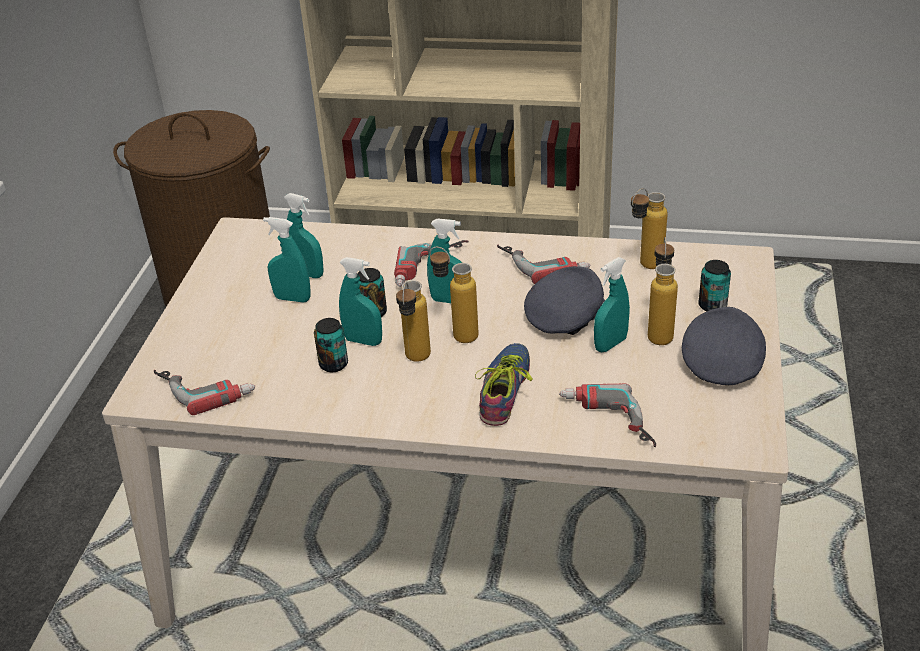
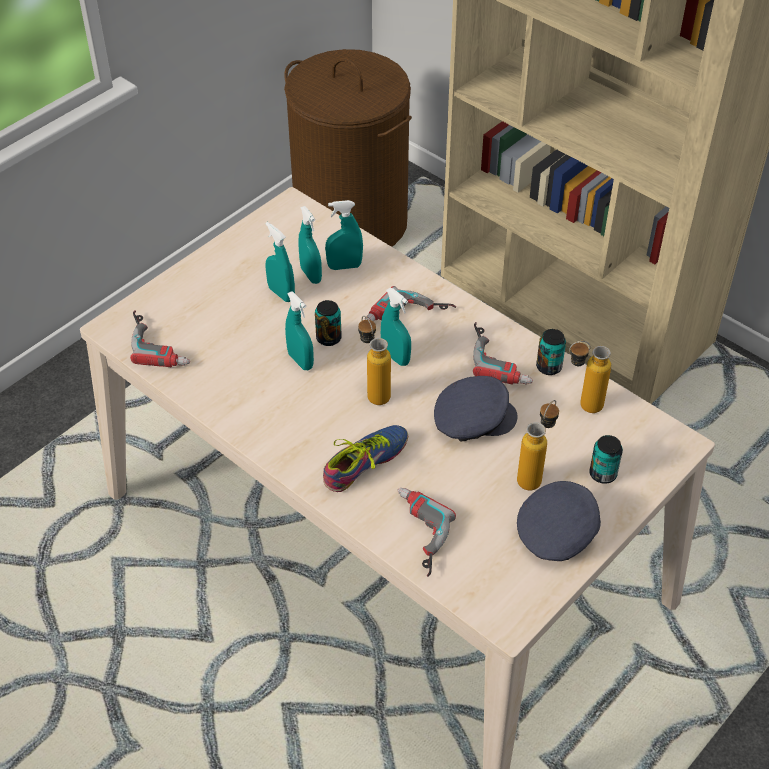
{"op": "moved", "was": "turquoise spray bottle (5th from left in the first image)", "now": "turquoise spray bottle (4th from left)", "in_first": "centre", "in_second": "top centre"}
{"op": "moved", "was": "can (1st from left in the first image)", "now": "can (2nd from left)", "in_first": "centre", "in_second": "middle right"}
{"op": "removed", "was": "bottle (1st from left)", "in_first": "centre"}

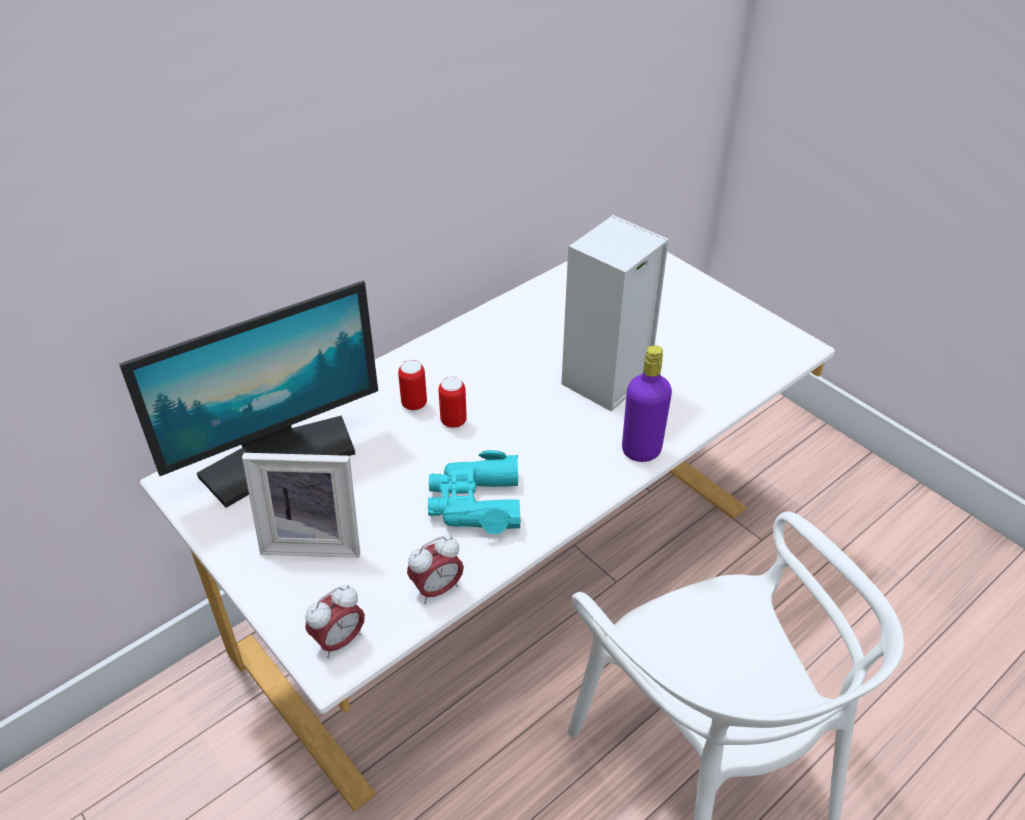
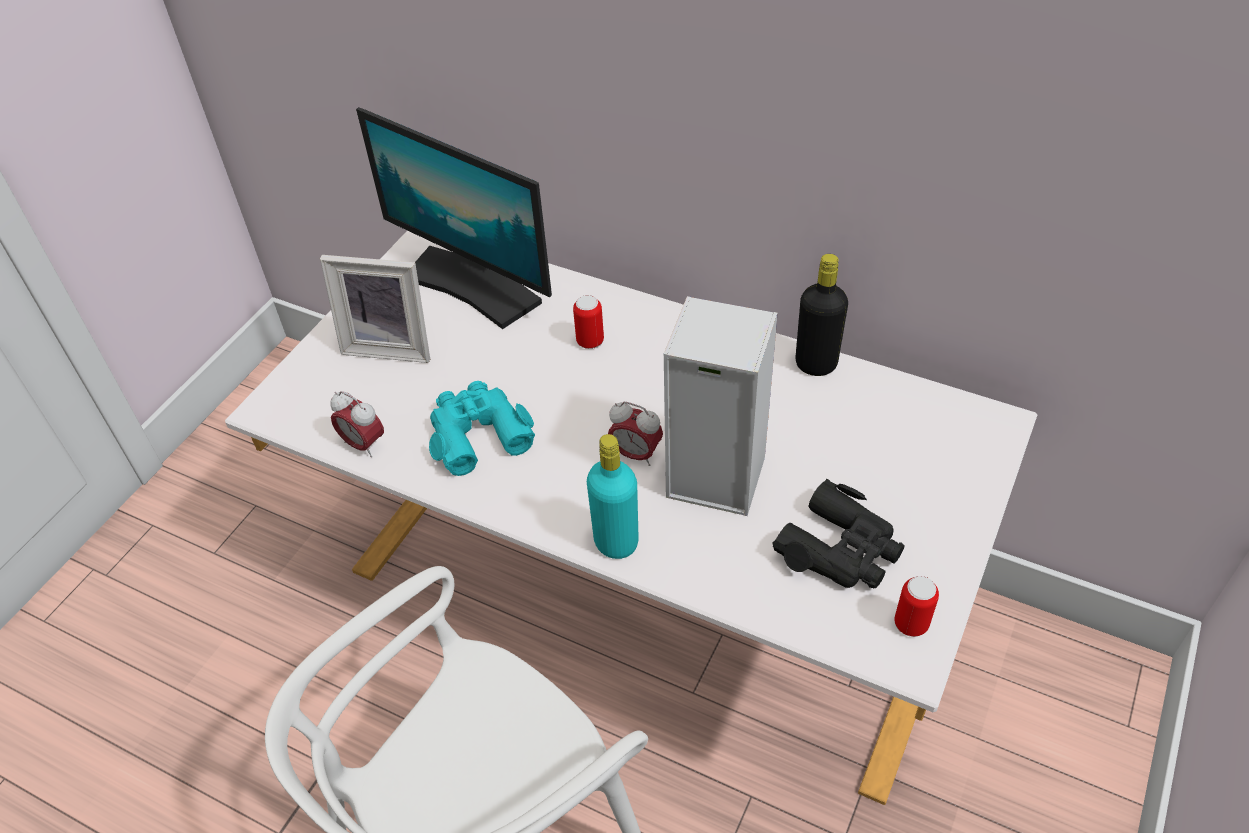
{"op": "turned", "was": "picture frame", "in_first": "middle left", "in_second": "middle left", "clockwise": -60}
{"op": "recoloured", "was": "purple bottle", "now": "turquoise bottle", "in_first": "centre", "in_second": "centre"}
{"op": "moved", "was": "alarm clock (1st from left in the first image)", "now": "alarm clock (2nd from left)", "in_first": "bottom left", "in_second": "centre"}
{"op": "added", "now": "black binoculars", "in_second": "middle right"}
{"op": "added", "now": "black bottle", "in_second": "centre"}
{"op": "moved", "was": "can (2nd from left)", "in_first": "centre", "in_second": "bottom right"}

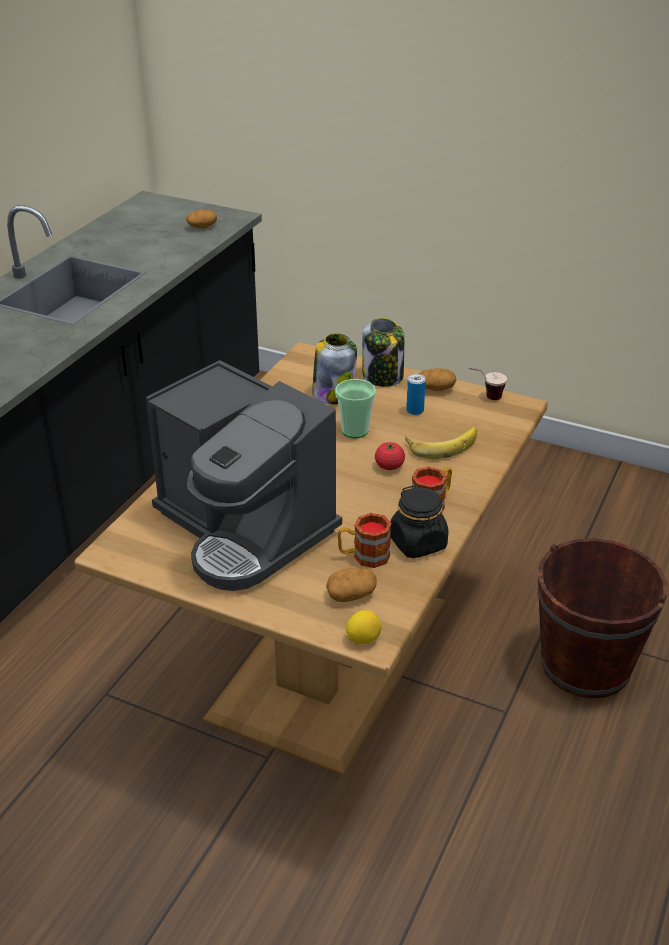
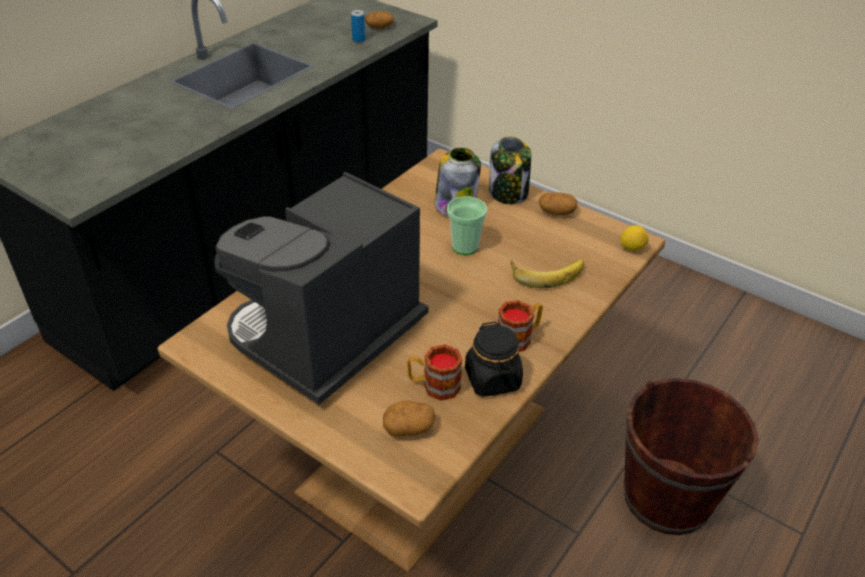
{"op": "turned", "was": "coffee machine", "in_first": "centre", "in_second": "centre", "clockwise": 75}
{"op": "moved", "was": "can", "in_first": "centre", "in_second": "top centre"}
{"op": "moved", "was": "lemon", "in_first": "centre", "in_second": "middle right"}
{"op": "removed", "was": "tomato", "in_first": "centre"}
{"op": "removed", "was": "cup (2nd from left)", "in_first": "middle right"}

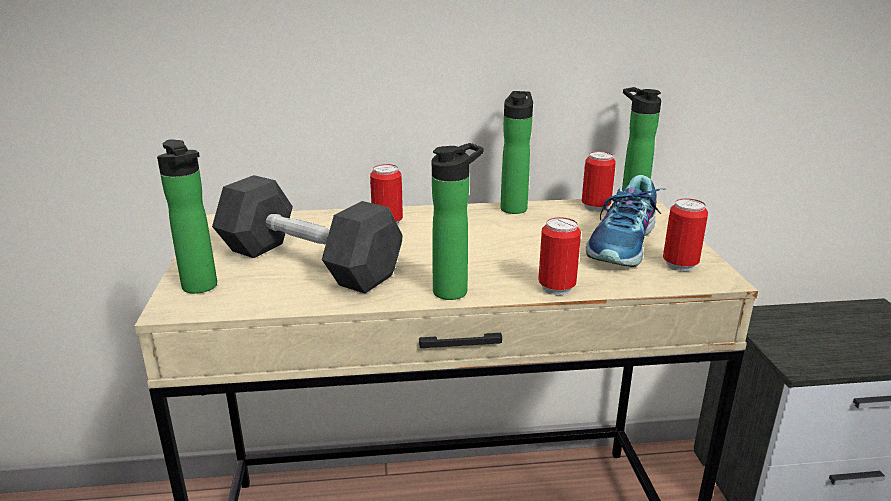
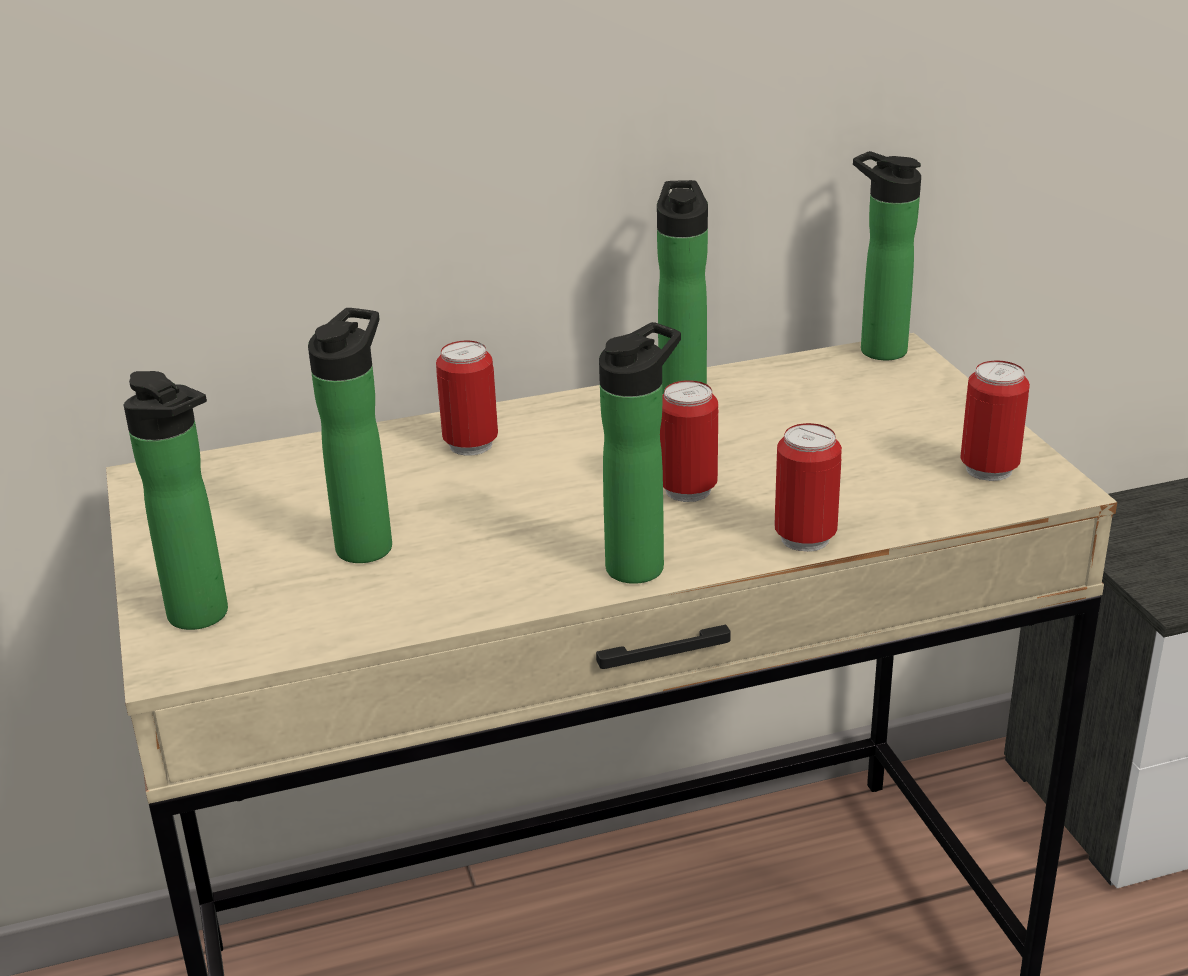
{"op": "replaced", "was": "black dumbbell", "now": "bottle (2nd from left)", "in_first": "centre", "in_second": "middle left"}
{"op": "moved", "was": "can (3rd from left in the first image)", "now": "can (2nd from left)", "in_first": "middle right", "in_second": "centre"}
{"op": "removed", "was": "shoe", "in_first": "middle right"}

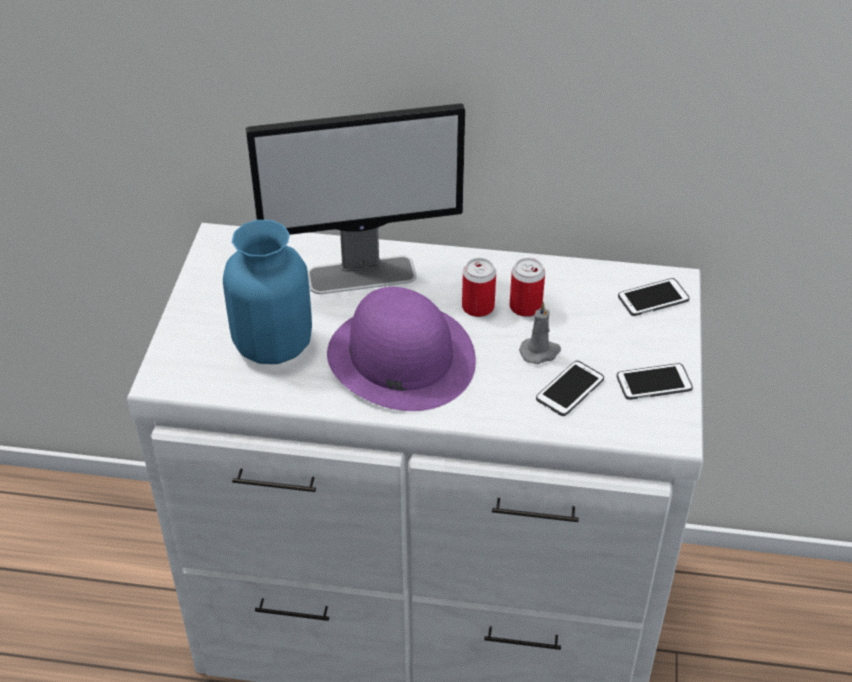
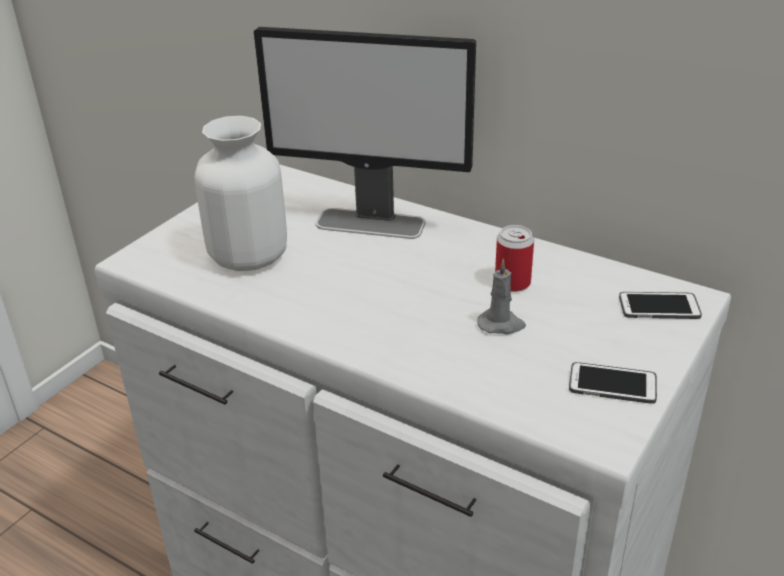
{"op": "recoloured", "was": "blue vase", "now": "white vase", "in_first": "middle left", "in_second": "middle left"}
{"op": "removed", "was": "purple hat", "in_first": "centre"}
{"op": "removed", "was": "can (1st from left)", "in_first": "centre"}
{"op": "removed", "was": "phone (1st from left)", "in_first": "middle right"}

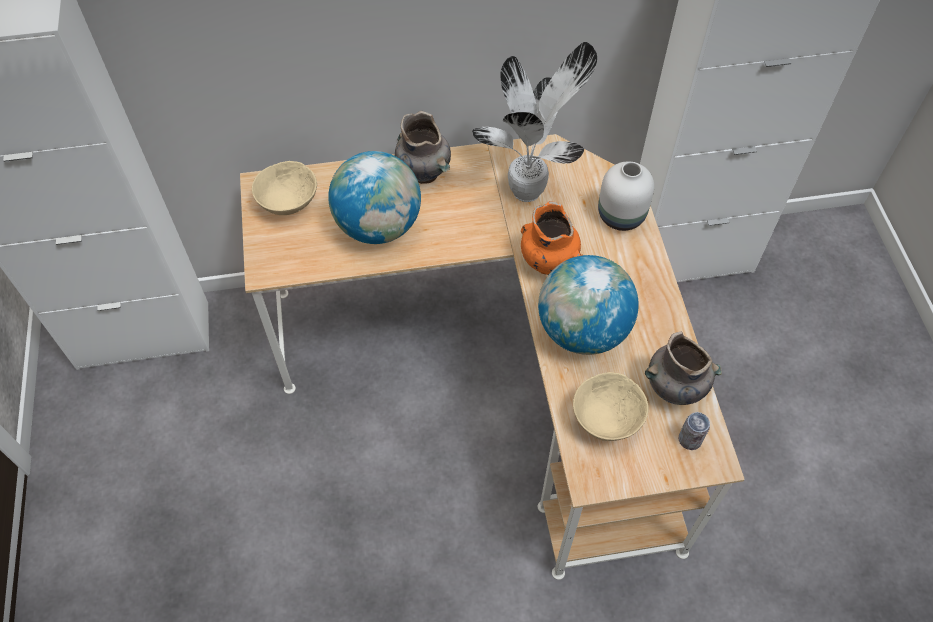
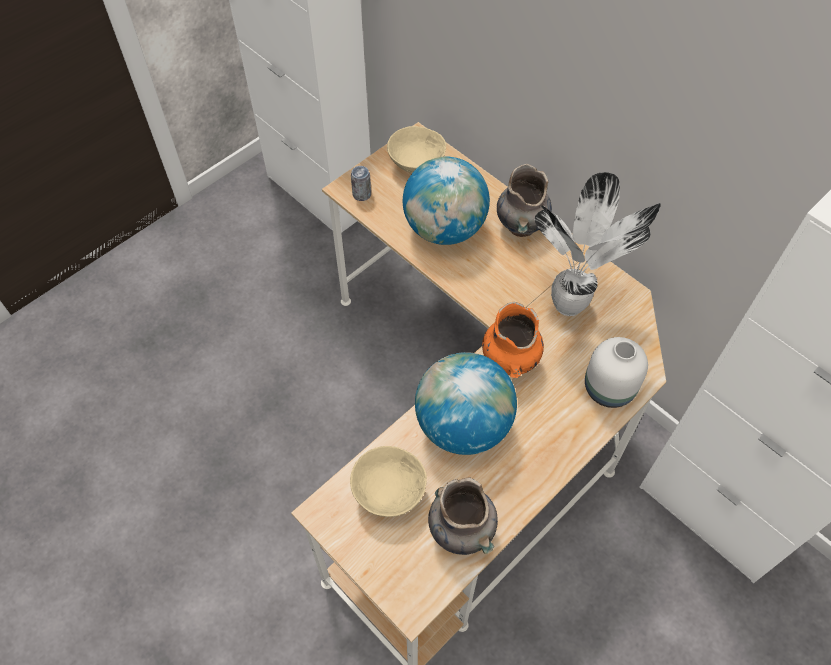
{"op": "moved", "was": "can", "in_first": "bottom right", "in_second": "top centre"}

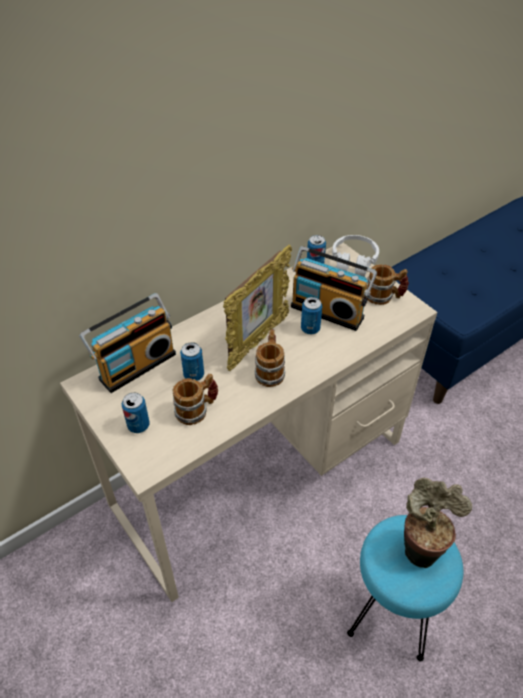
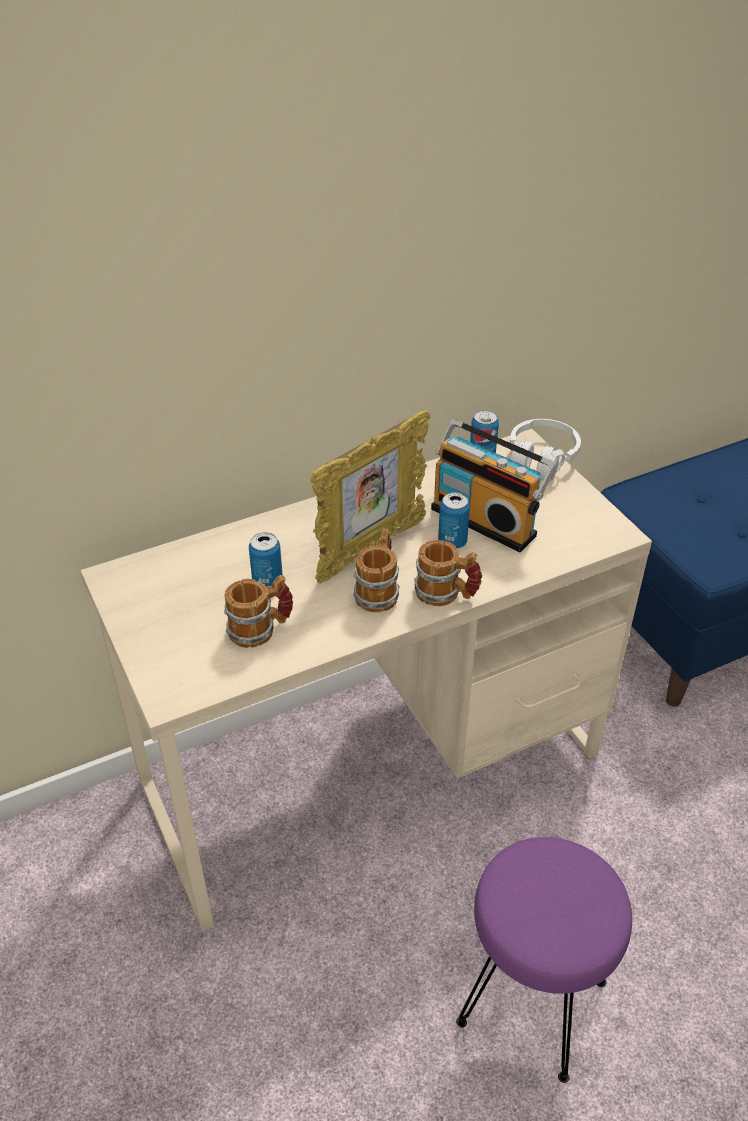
{"op": "moved", "was": "mug (3rd from left)", "in_first": "middle right", "in_second": "centre"}
{"op": "recoloured", "was": "turquoise stool", "now": "purple stool", "in_first": "bottom right", "in_second": "bottom right"}
{"op": "removed", "was": "radio (1st from left)", "in_first": "middle left"}
{"op": "removed", "was": "can (1st from left)", "in_first": "middle left"}
{"op": "removed", "was": "potted plant", "in_first": "bottom right"}

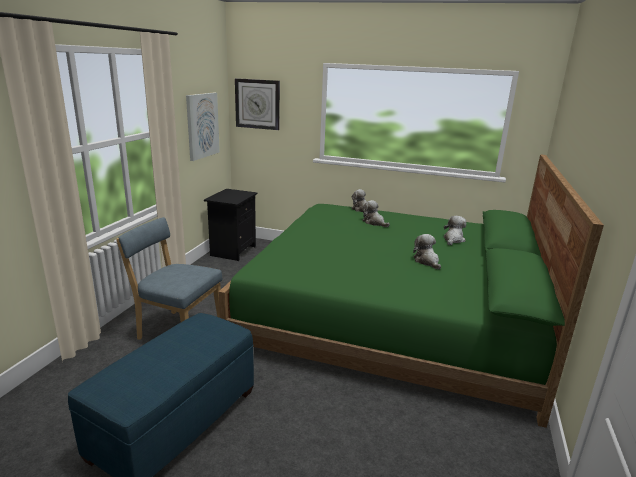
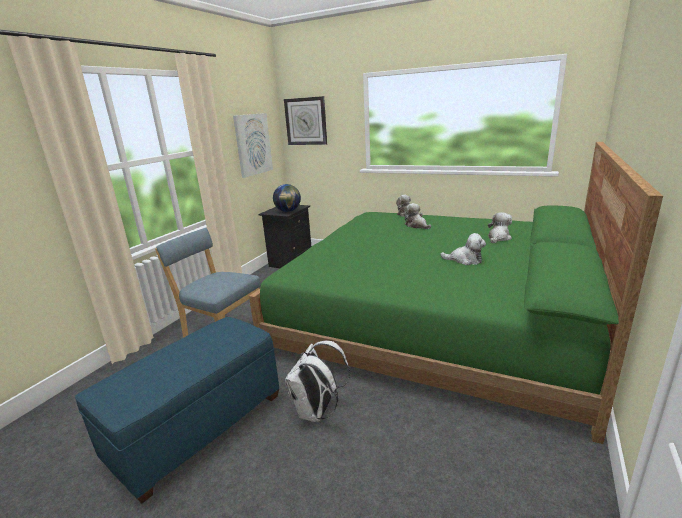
{"op": "added", "now": "globe", "in_second": "centre"}
{"op": "added", "now": "white backpack", "in_second": "bottom centre"}
{"op": "turned", "was": "plush toy (3rd from left)", "in_first": "middle right", "in_second": "middle right", "clockwise": 120}

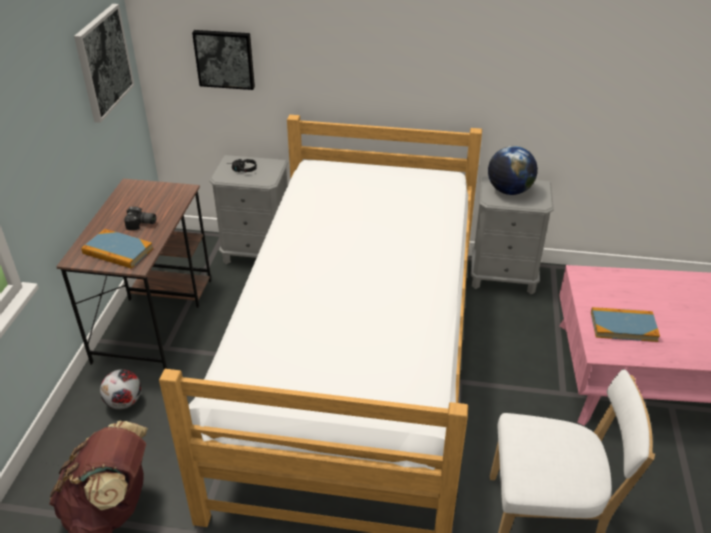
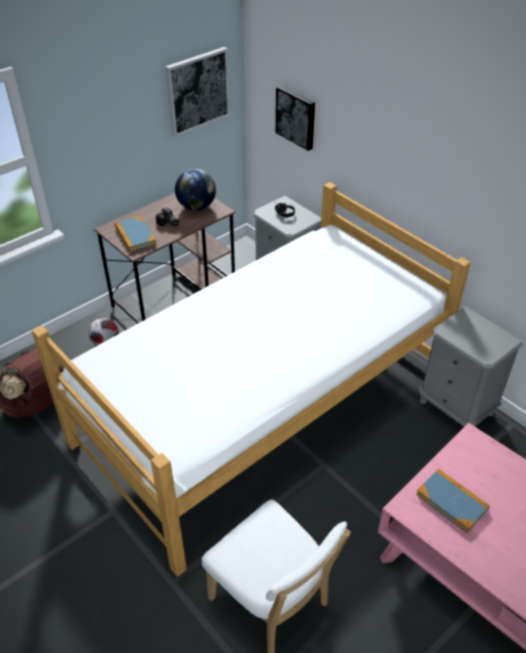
{"op": "moved", "was": "globe", "in_first": "top right", "in_second": "top centre"}

